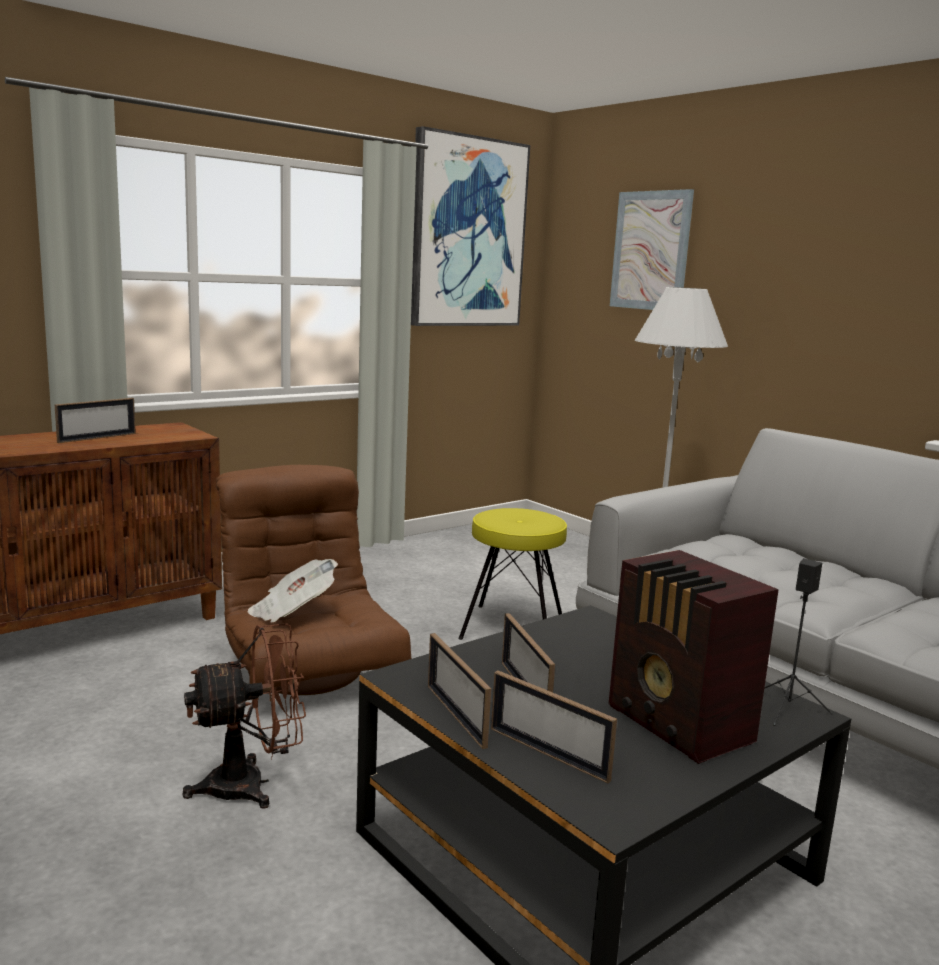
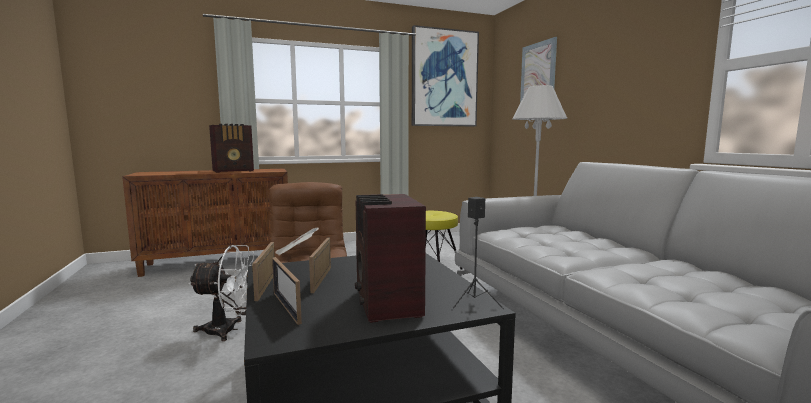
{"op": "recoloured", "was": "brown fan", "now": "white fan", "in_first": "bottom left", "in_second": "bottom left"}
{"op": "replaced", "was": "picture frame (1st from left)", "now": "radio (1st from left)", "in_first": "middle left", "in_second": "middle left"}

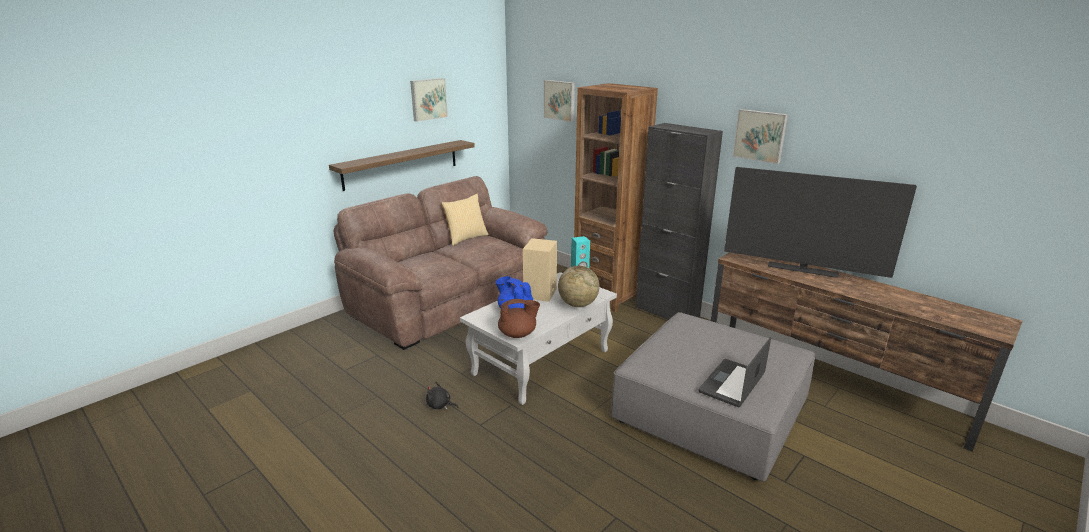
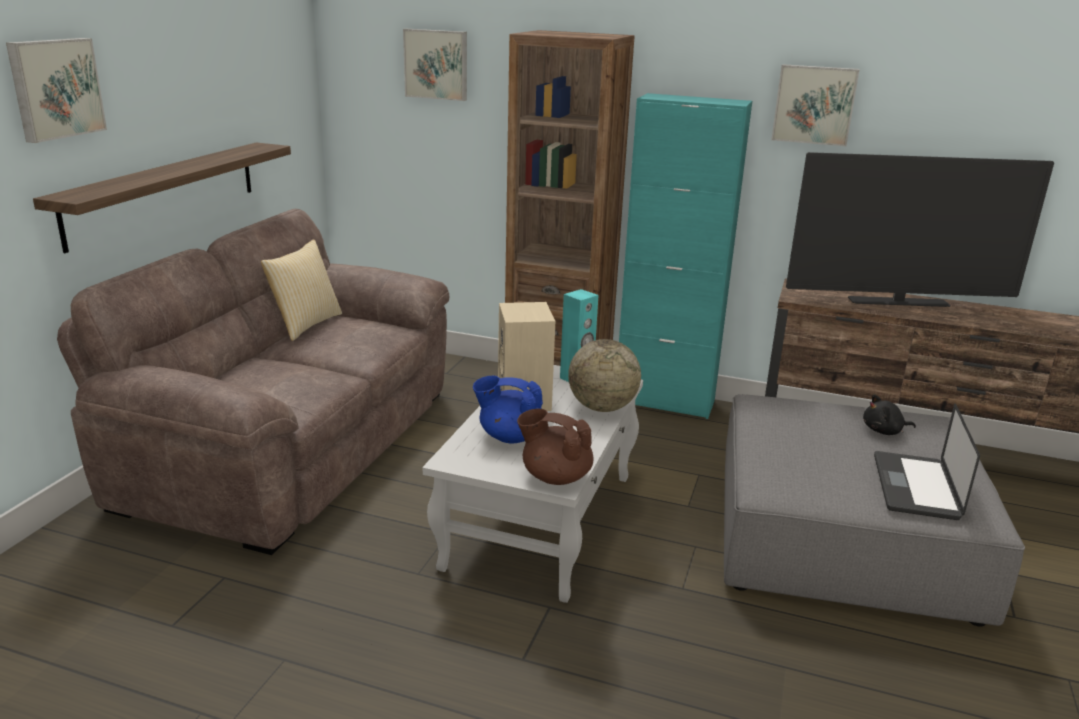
{"op": "moved", "was": "picture (1st from left)", "in_first": "top centre", "in_second": "top left"}
{"op": "turned", "was": "brown teapot", "in_first": "centre", "in_second": "centre", "clockwise": -120}
{"op": "recoloured", "was": "black cabinet", "now": "turquoise cabinet", "in_first": "centre", "in_second": "centre"}
{"op": "moved", "was": "black plush toy", "in_first": "bottom centre", "in_second": "middle right"}

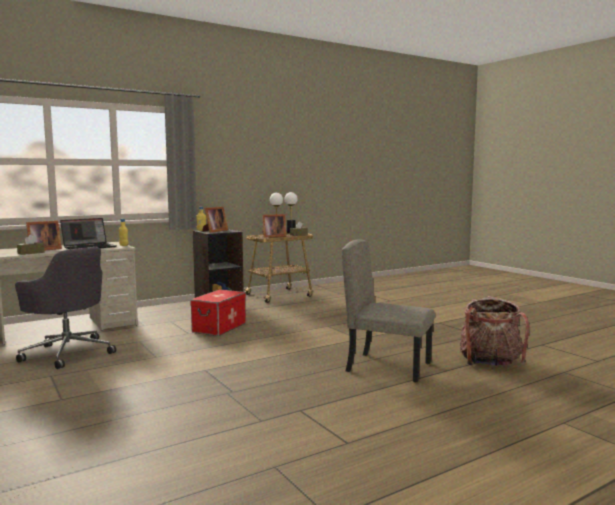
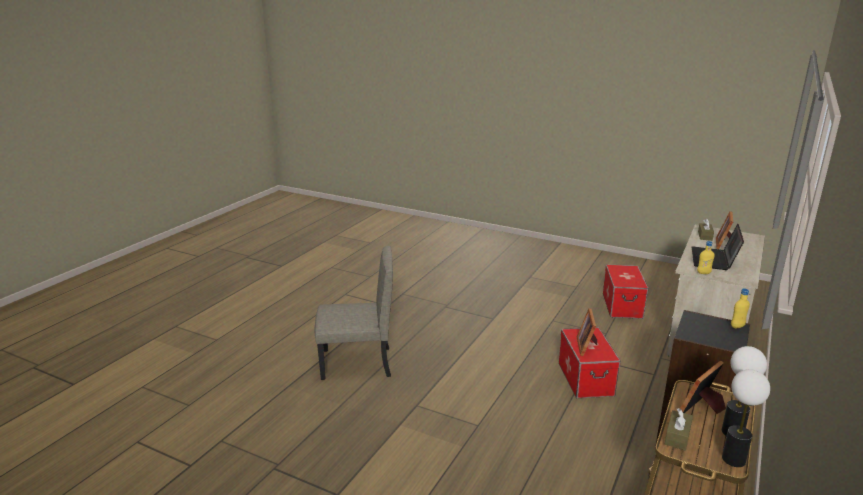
{"op": "moved", "was": "picture frame (2nd from left in the first image)", "now": "picture frame (1st from left)", "in_first": "centre", "in_second": "bottom right"}
{"op": "replaced", "was": "grey office chair", "now": "storage box (2nd from left)", "in_first": "middle left", "in_second": "middle right"}
{"op": "removed", "was": "backpack", "in_first": "middle right"}

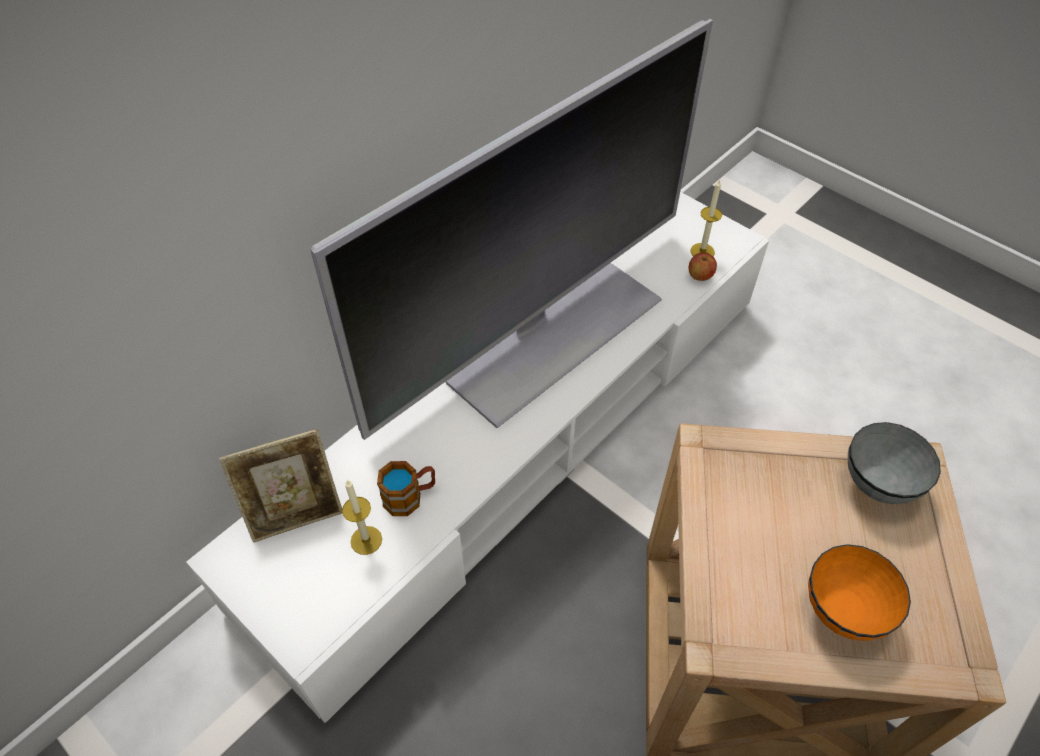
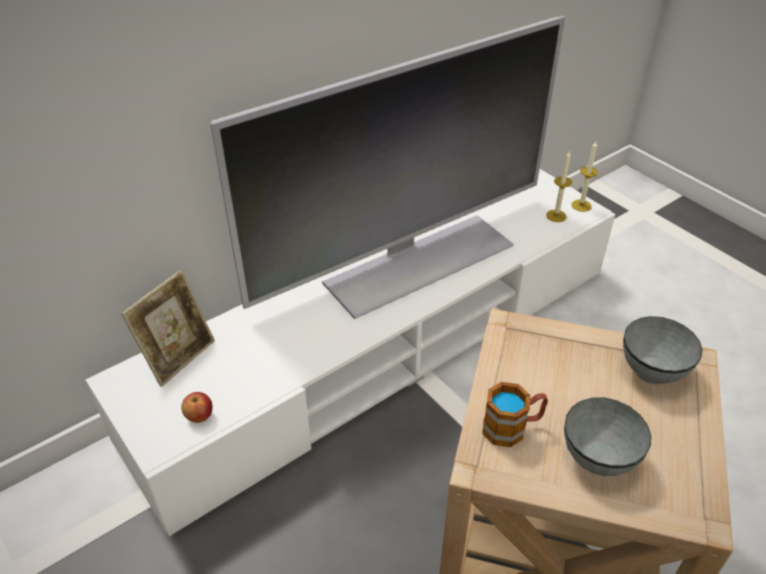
{"op": "turned", "was": "picture frame", "in_first": "middle left", "in_second": "middle left", "clockwise": -45}
{"op": "moved", "was": "apple", "in_first": "middle right", "in_second": "bottom left"}
{"op": "moved", "was": "mug", "in_first": "centre", "in_second": "bottom right"}
{"op": "recoloured", "was": "orange bowl", "now": "grey bowl (1st from left)", "in_first": "bottom right", "in_second": "bottom right"}
{"op": "moved", "was": "candle (1st from left in the first image)", "now": "candle (2nd from left)", "in_first": "bottom centre", "in_second": "top right"}

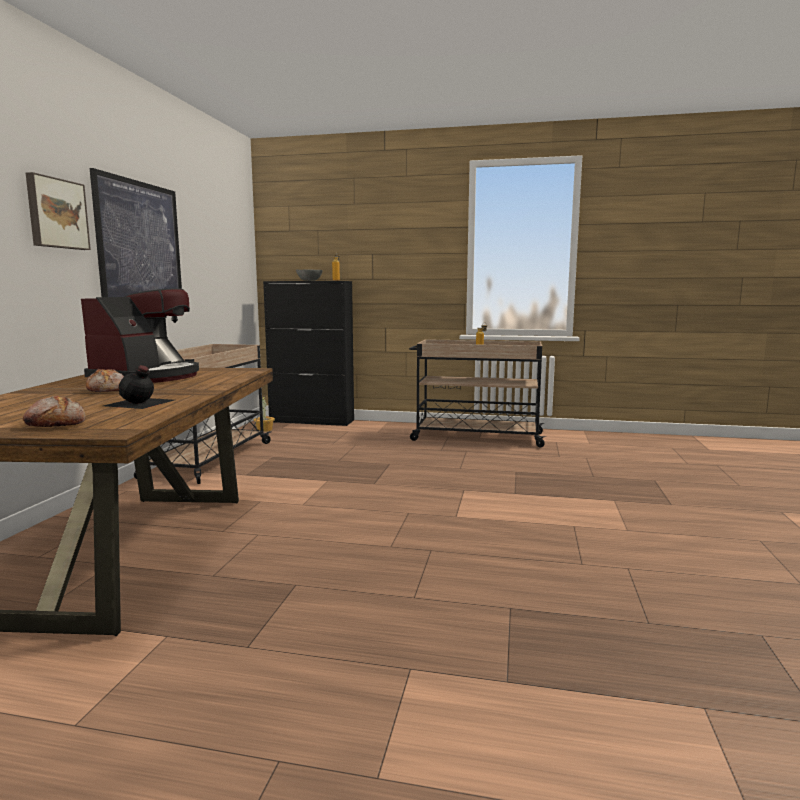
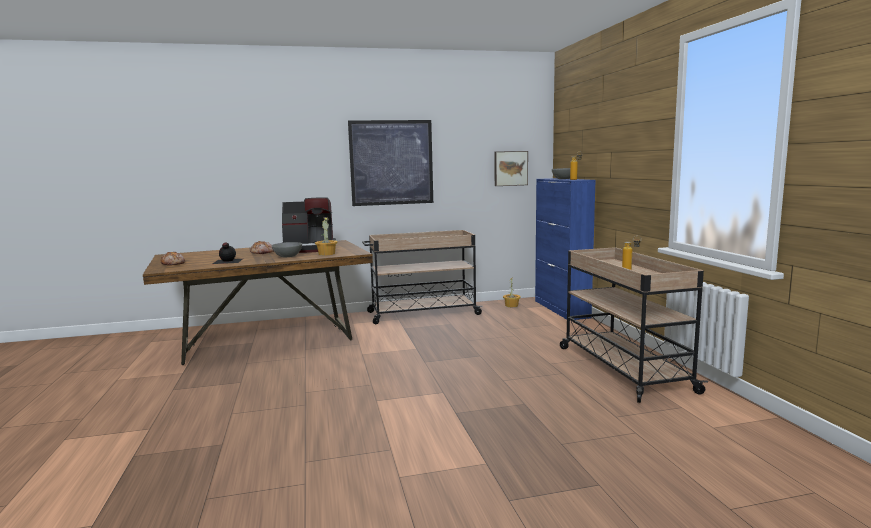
{"op": "added", "now": "grey bowl (1st from left)", "in_second": "middle left"}
{"op": "added", "now": "potted plant (1st from left)", "in_second": "centre"}
{"op": "moved", "was": "picture (1st from left in the first image)", "now": "picture (2nd from left)", "in_first": "top left", "in_second": "top centre"}
{"op": "recoloured", "was": "black cabinet", "now": "blue cabinet", "in_first": "centre", "in_second": "centre"}

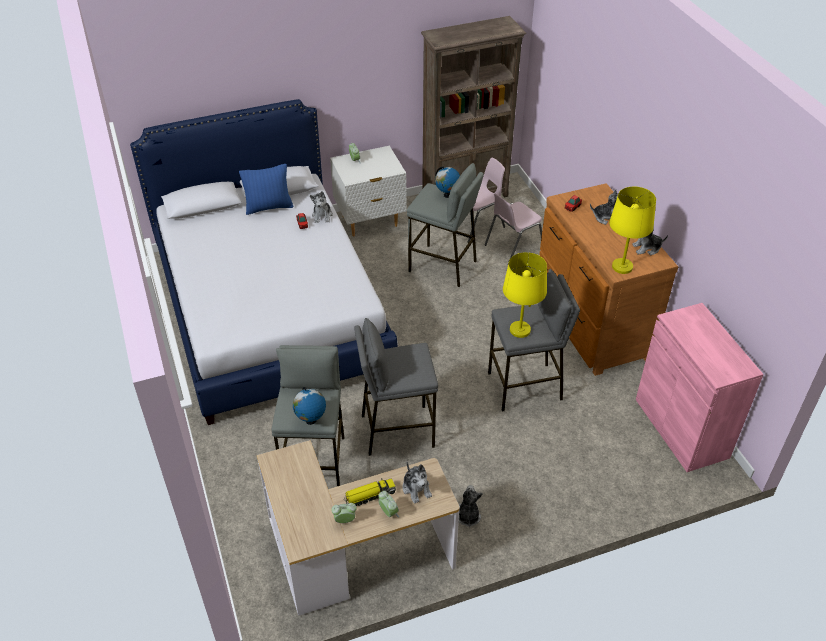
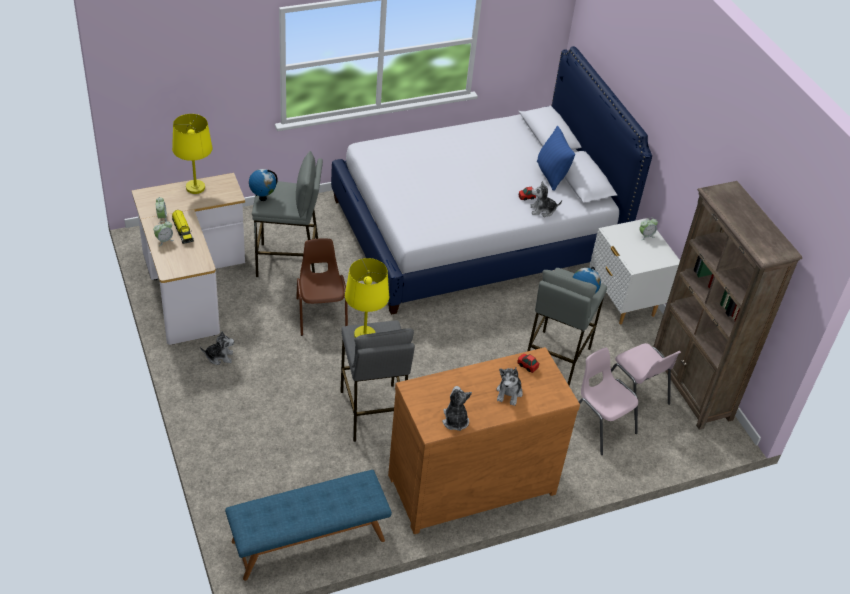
{"op": "moved", "was": "yellow table lamp (2nd from left in the first image)", "now": "yellow table lamp (1st from left)", "in_first": "middle right", "in_second": "top left"}
{"op": "replaced", "was": "pink cabinet", "now": "blue bench", "in_first": "middle right", "in_second": "bottom centre"}
{"op": "replaced", "was": "grey stool (2nd from left)", "now": "brown chair", "in_first": "centre", "in_second": "centre"}
{"op": "removed", "was": "plush toy (2nd from left)", "in_first": "bottom centre"}

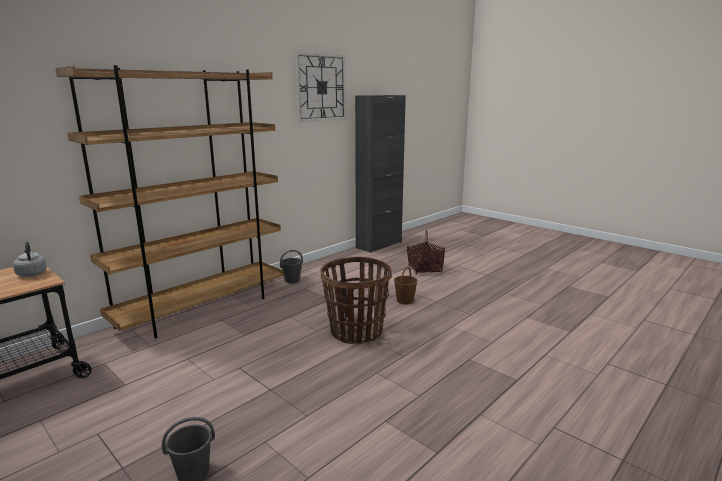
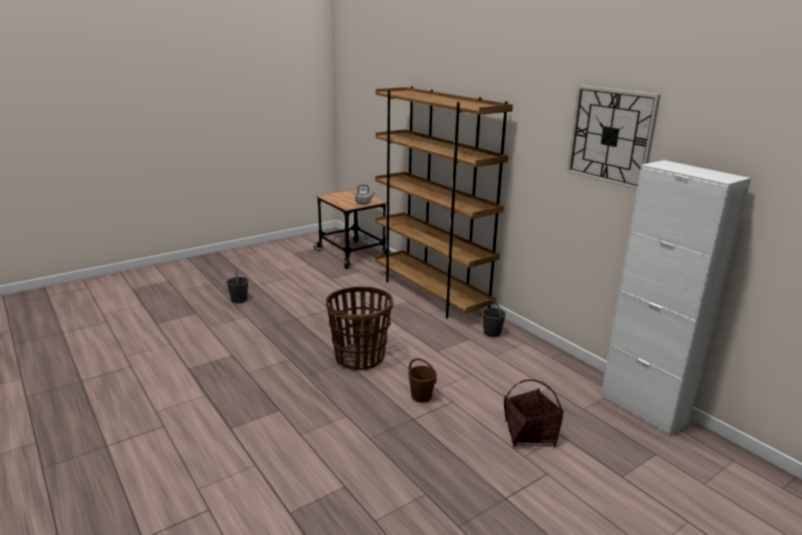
{"op": "recoloured", "was": "black cabinet", "now": "white cabinet", "in_first": "centre", "in_second": "middle right"}

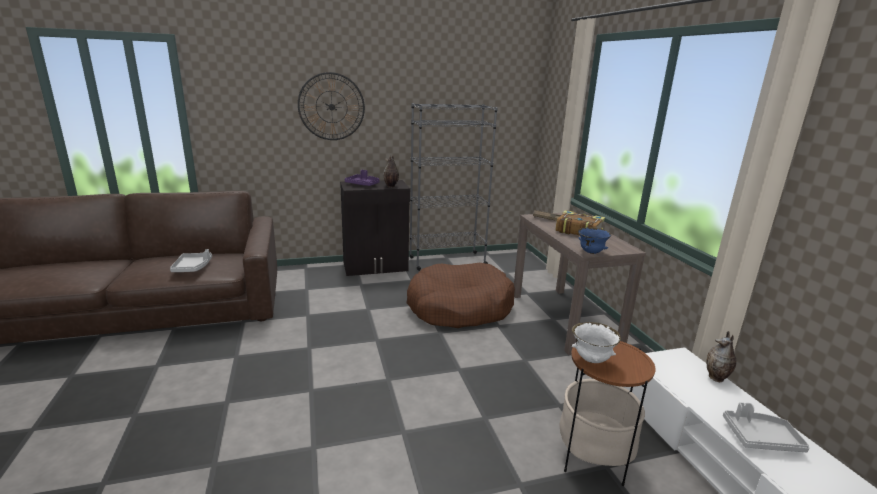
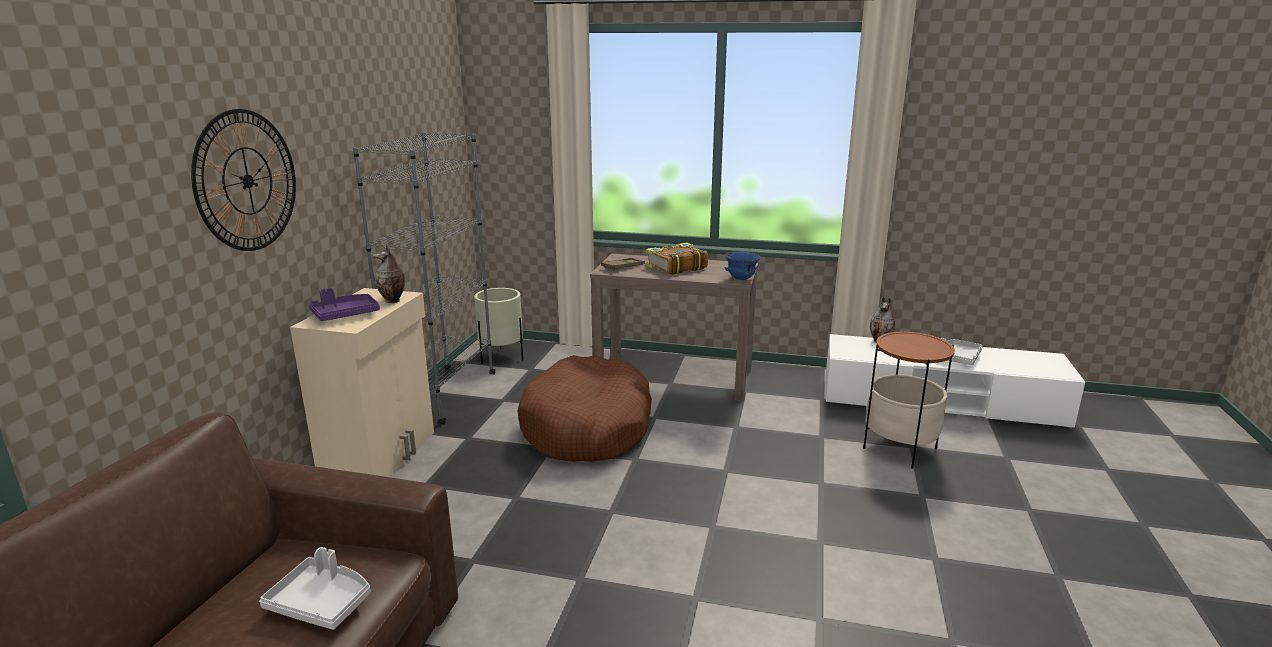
{"op": "recoloured", "was": "black cabinet", "now": "beige cabinet", "in_first": "centre", "in_second": "middle left"}
{"op": "added", "now": "beige planter", "in_second": "centre"}
{"op": "removed", "was": "white bowl", "in_first": "bottom right"}

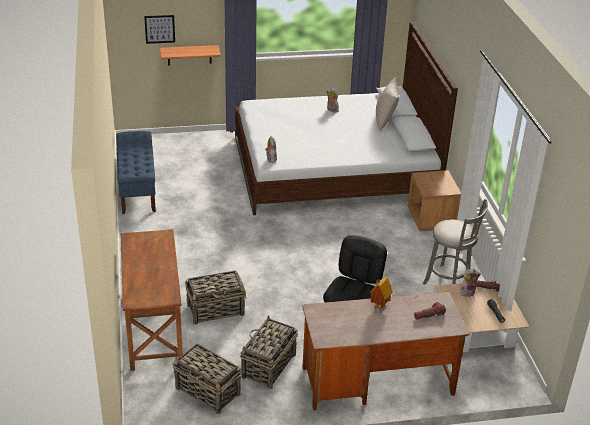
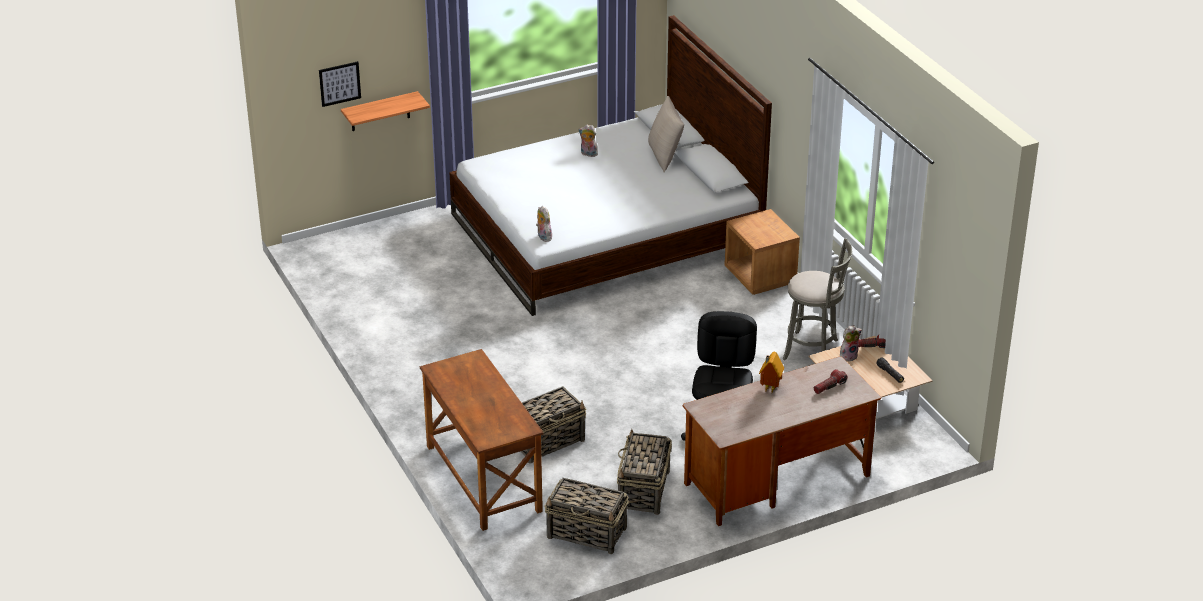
{"op": "removed", "was": "blue bench", "in_first": "middle left"}

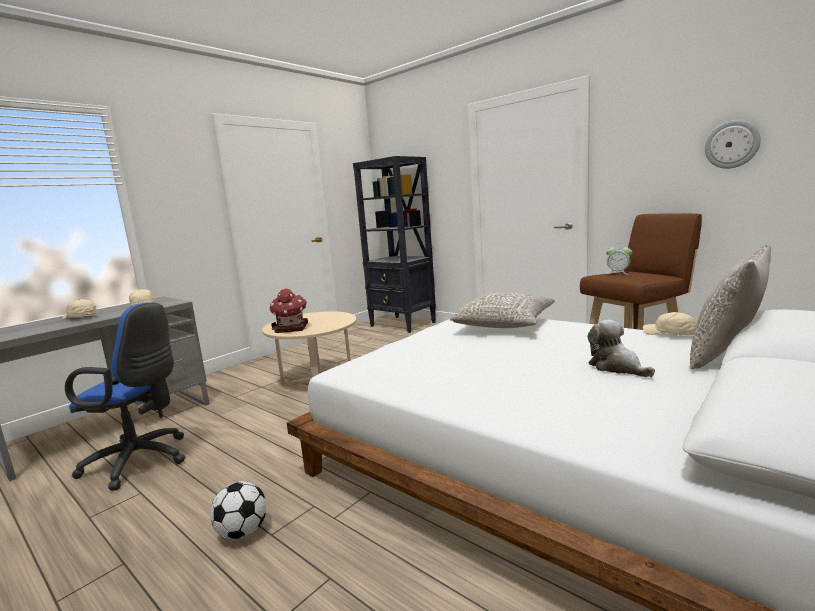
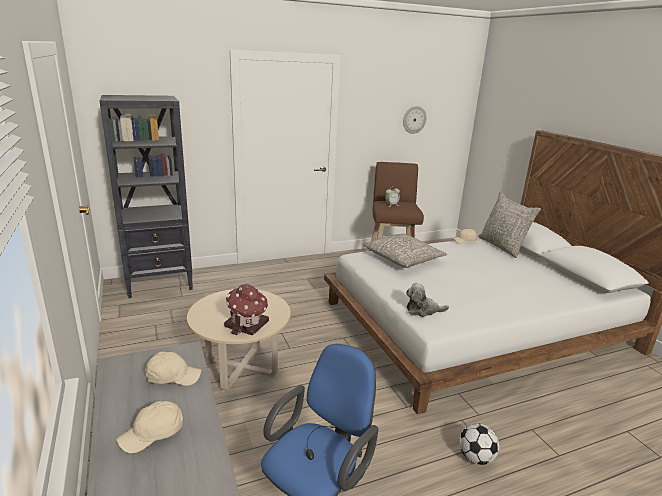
{"op": "moved", "was": "plush toy", "in_first": "middle right", "in_second": "centre"}

